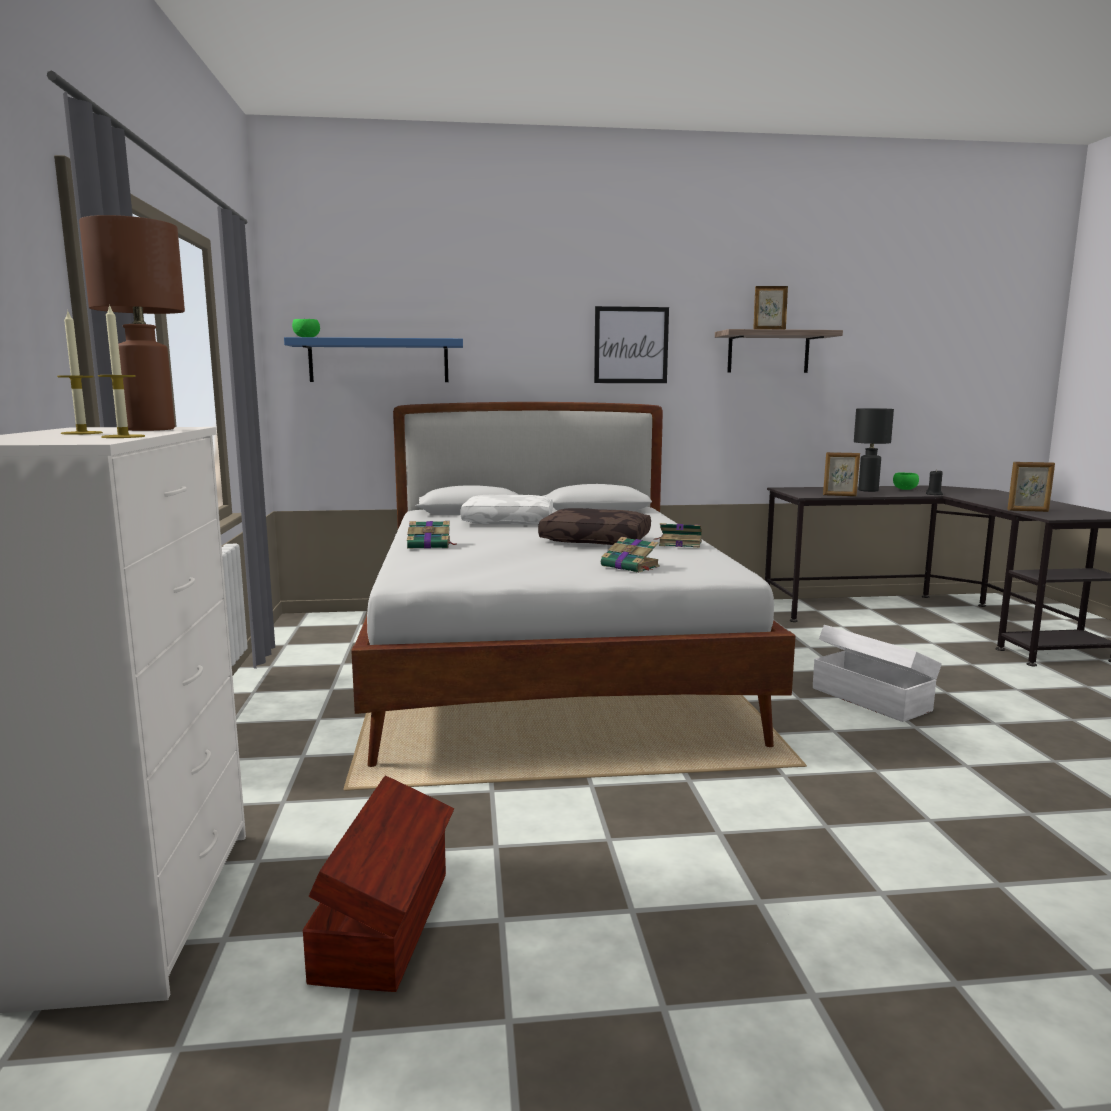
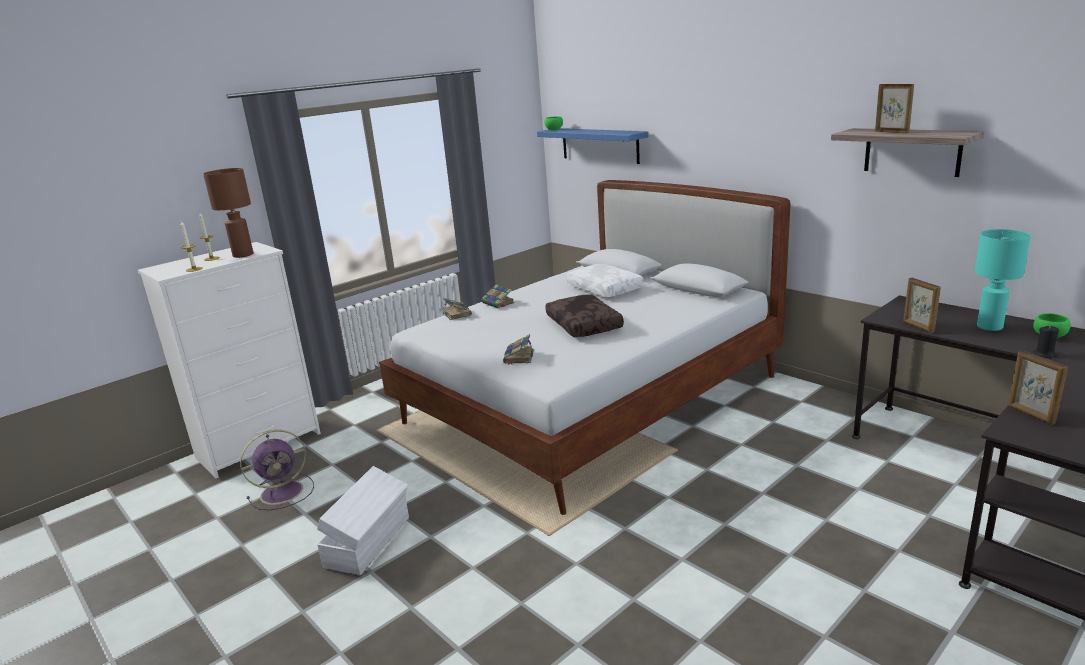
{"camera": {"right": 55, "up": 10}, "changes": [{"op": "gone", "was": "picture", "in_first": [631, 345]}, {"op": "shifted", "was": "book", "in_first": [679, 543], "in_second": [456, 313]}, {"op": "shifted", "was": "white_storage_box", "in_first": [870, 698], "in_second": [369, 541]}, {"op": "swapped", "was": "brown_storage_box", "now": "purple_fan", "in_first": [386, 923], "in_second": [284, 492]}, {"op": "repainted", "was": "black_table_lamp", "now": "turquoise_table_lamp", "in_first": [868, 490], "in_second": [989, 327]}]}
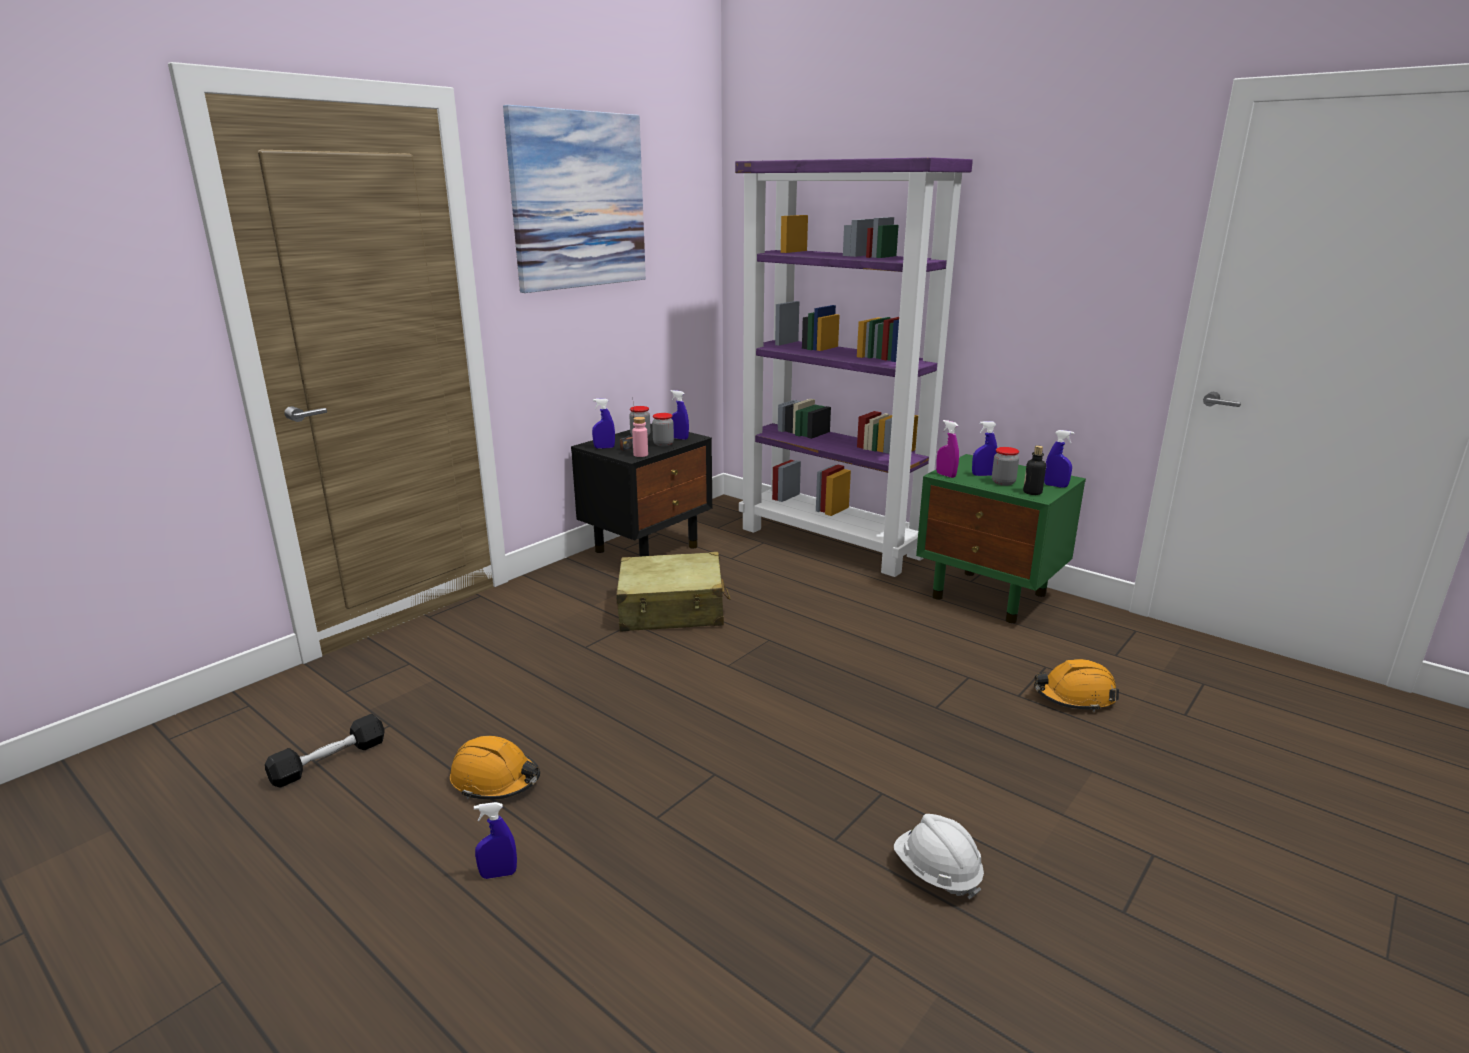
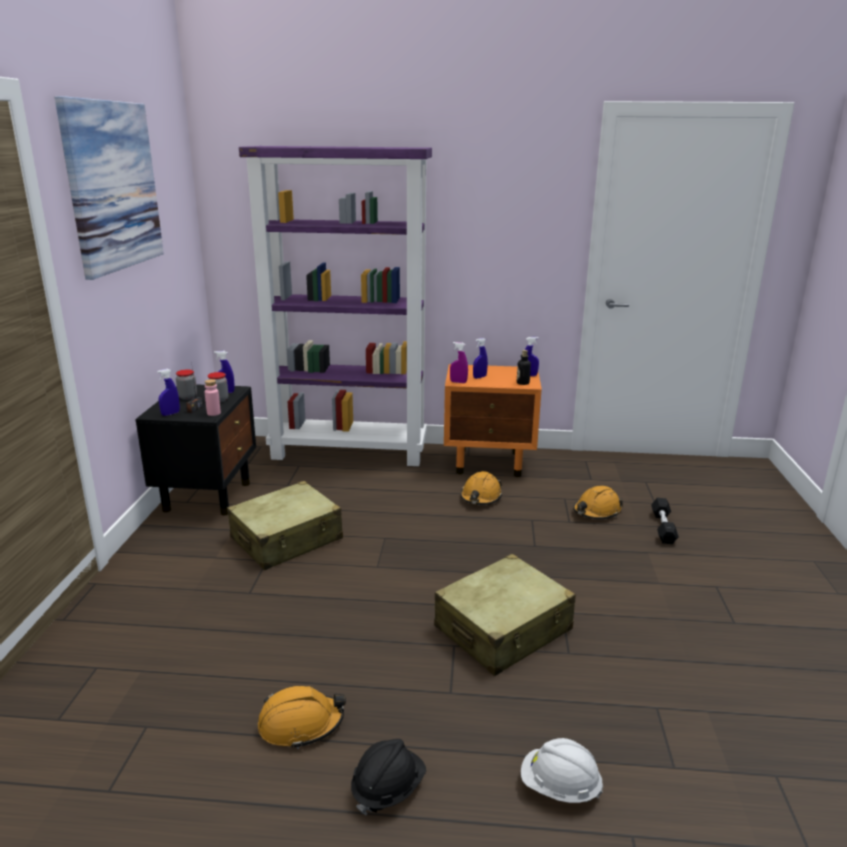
{"camera": {"right": -35, "up": 0}, "changes": [{"op": "gone", "was": "jar", "in_first": [1003, 482]}, {"op": "new", "now": "beige_suitcase", "in_second": [503, 629]}, {"op": "new", "now": "orange_hard_hat", "in_second": [481, 497]}, {"op": "shifted", "was": "black_dumbbell", "in_first": [329, 761], "in_second": [663, 528]}, {"op": "shifted", "was": "white_hard_hat", "in_first": [936, 873], "in_second": [559, 787]}, {"op": "swapped", "was": "blue_spray_bottle", "now": "black_hard_hat", "in_first": [498, 874], "in_second": [388, 789]}, {"op": "repainted", "was": "green_nightstand", "now": "orange_nightstand", "in_first": [990, 596], "in_second": [490, 462]}]}
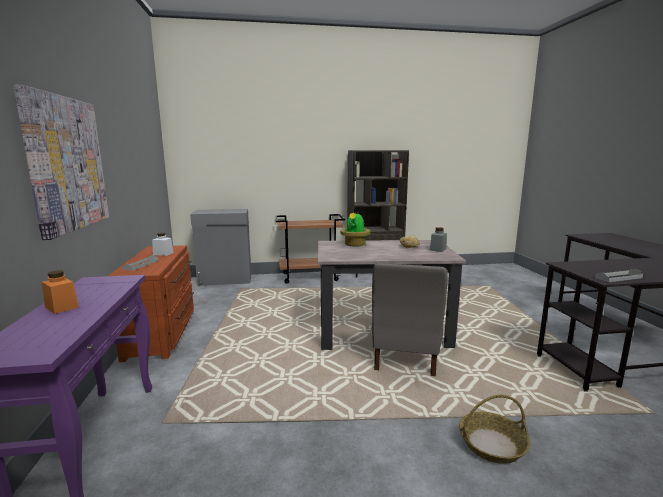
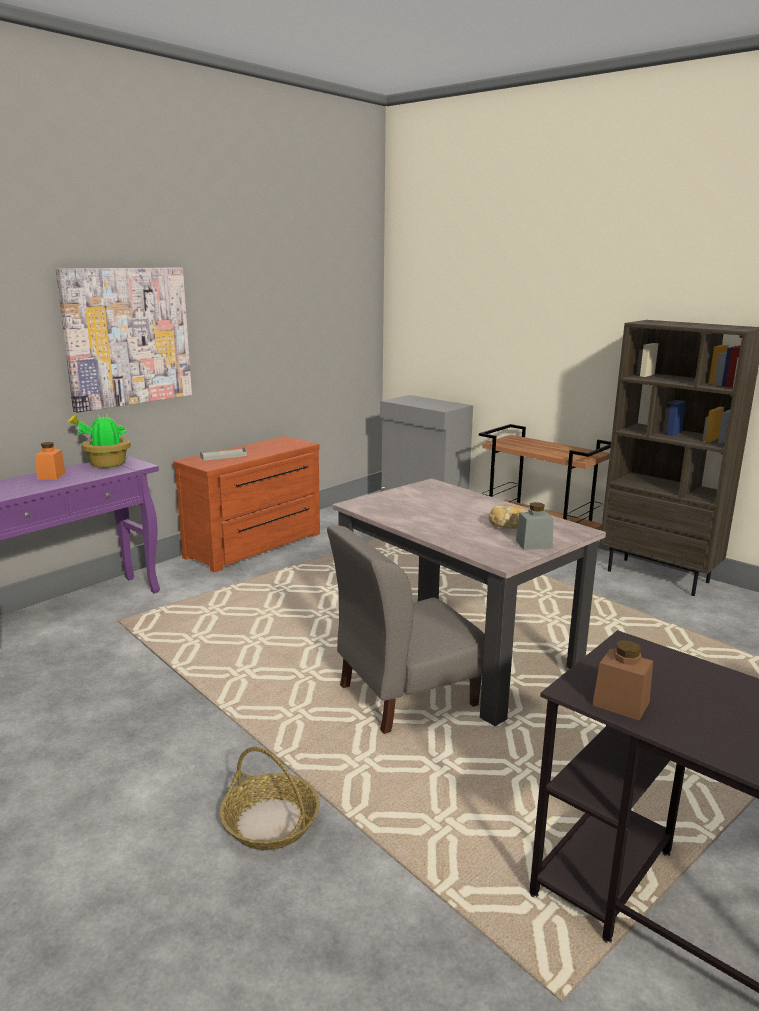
{"camera": {"right": 50, "up": 5}, "changes": [{"op": "gone", "was": "white_jar", "in_first": [163, 253]}, {"op": "shifted", "was": "potted_plant", "in_first": [354, 245], "in_second": [106, 464]}, {"op": "swapped", "was": "grey_tray", "now": "brown_jar", "in_first": [618, 278], "in_second": [620, 703]}]}
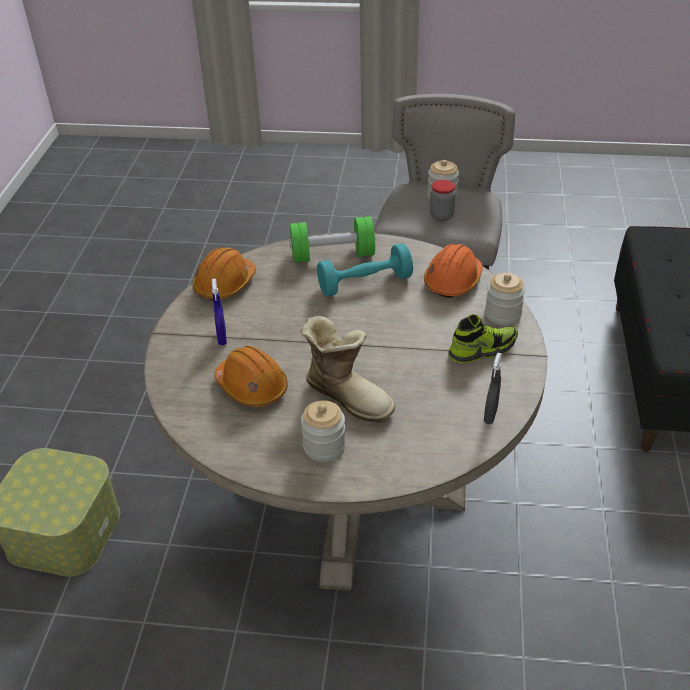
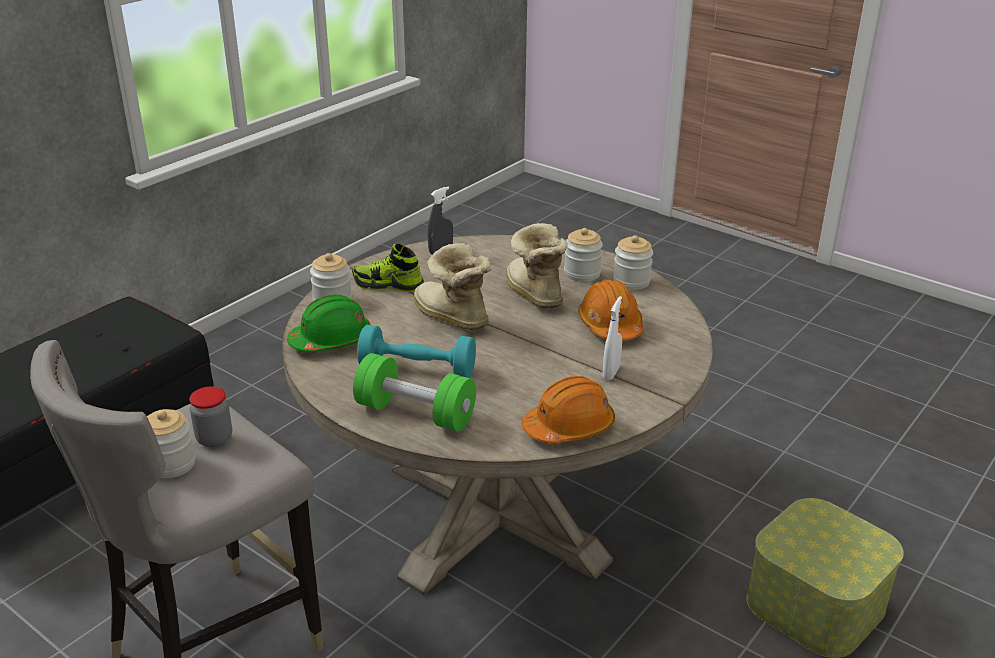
{"camera": {"right": -150, "up": -10}, "changes": [{"op": "new", "now": "boot", "in_second": [450, 317]}, {"op": "new", "now": "jar", "in_second": [631, 281]}, {"op": "repainted", "was": "blue_spray_bottle", "now": "white_spray_bottle", "in_first": [222, 338], "in_second": [611, 373]}, {"op": "repainted", "was": "orange_hard_hat", "now": "green_hard_hat", "in_first": [453, 281], "in_second": [331, 340]}]}
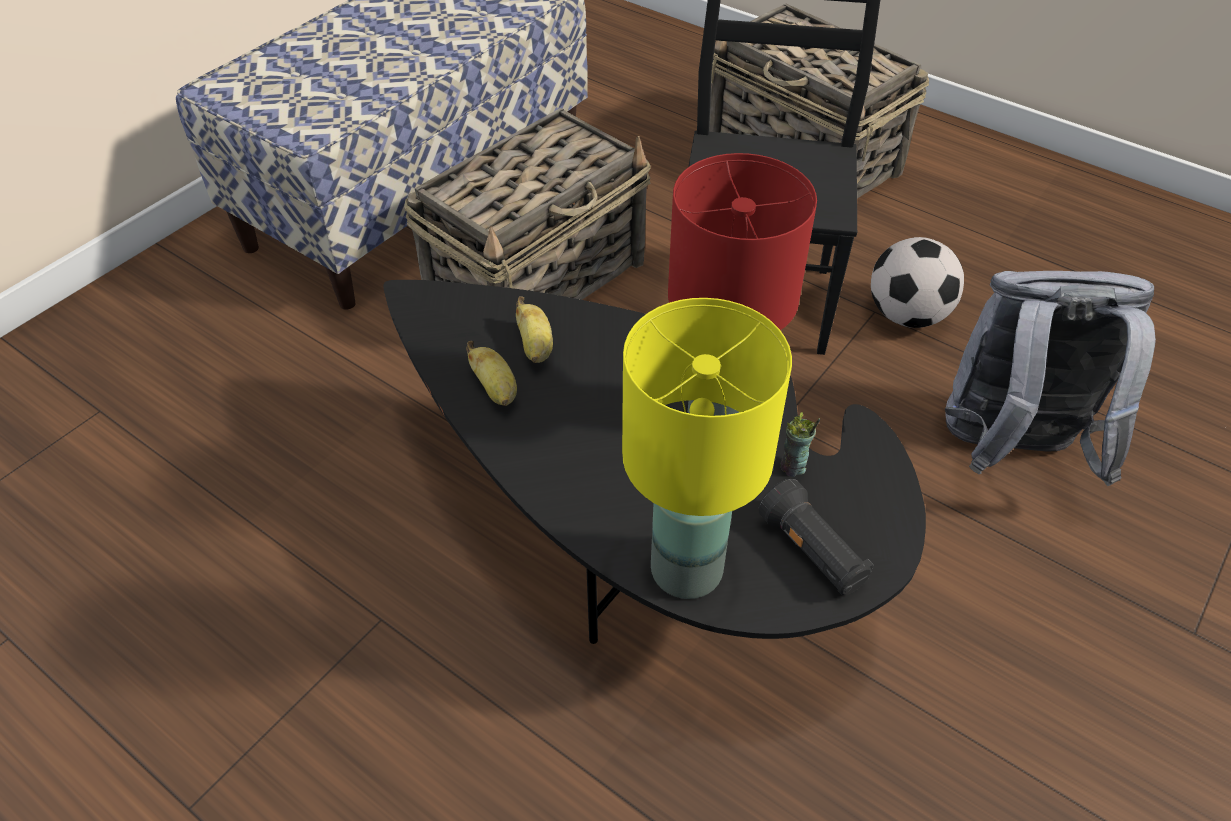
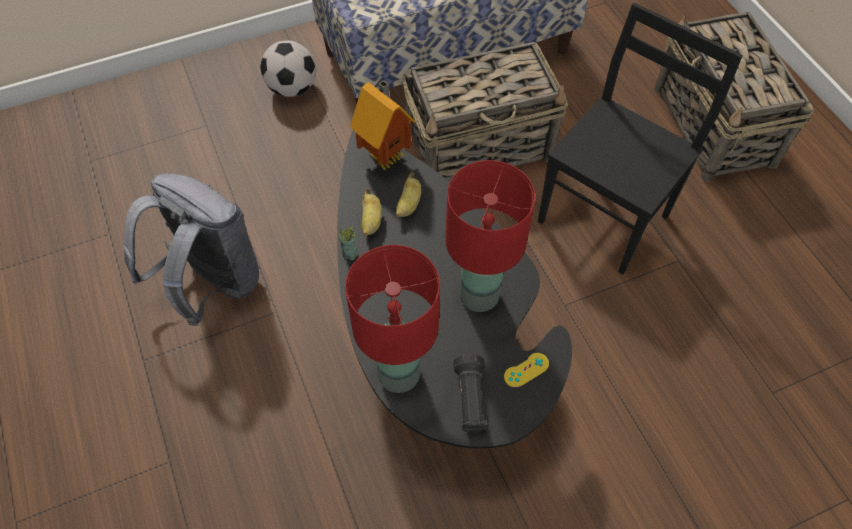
{"camera": {"right": 30, "up": 10}, "changes": [{"op": "new", "now": "toy_house", "in_second": [386, 156]}, {"op": "new", "now": "yellow_game_controller", "in_second": [526, 370]}, {"op": "shifted", "was": "cup", "in_first": [793, 467], "in_second": [349, 254]}, {"op": "shifted", "was": "football", "in_first": [907, 315], "in_second": [292, 88]}, {"op": "shifted", "was": "grey_backpack", "in_first": [1009, 450], "in_second": [212, 284]}, {"op": "repainted", "was": "yellow_table_lamp", "now": "red_table_lamp", "in_first": [684, 569], "in_second": [397, 373]}]}
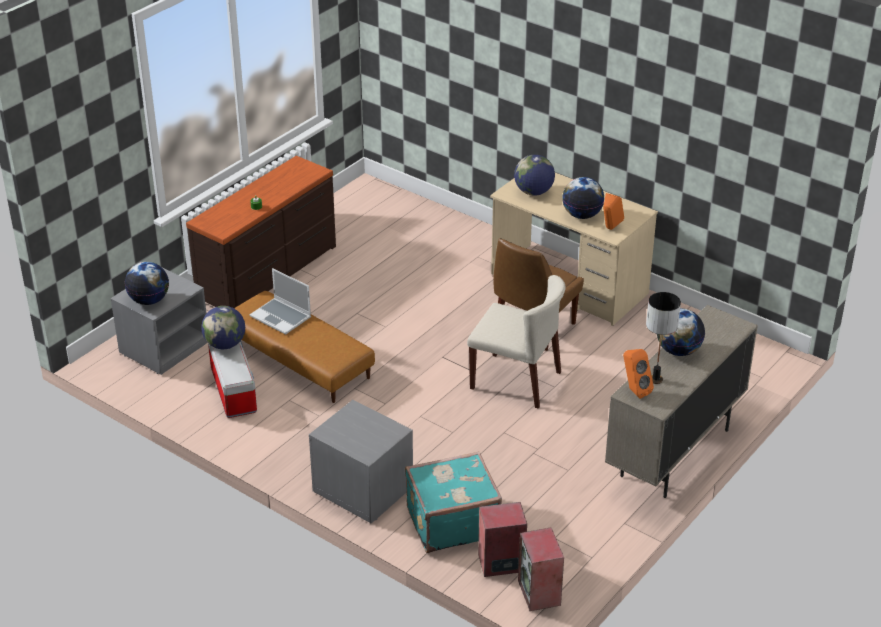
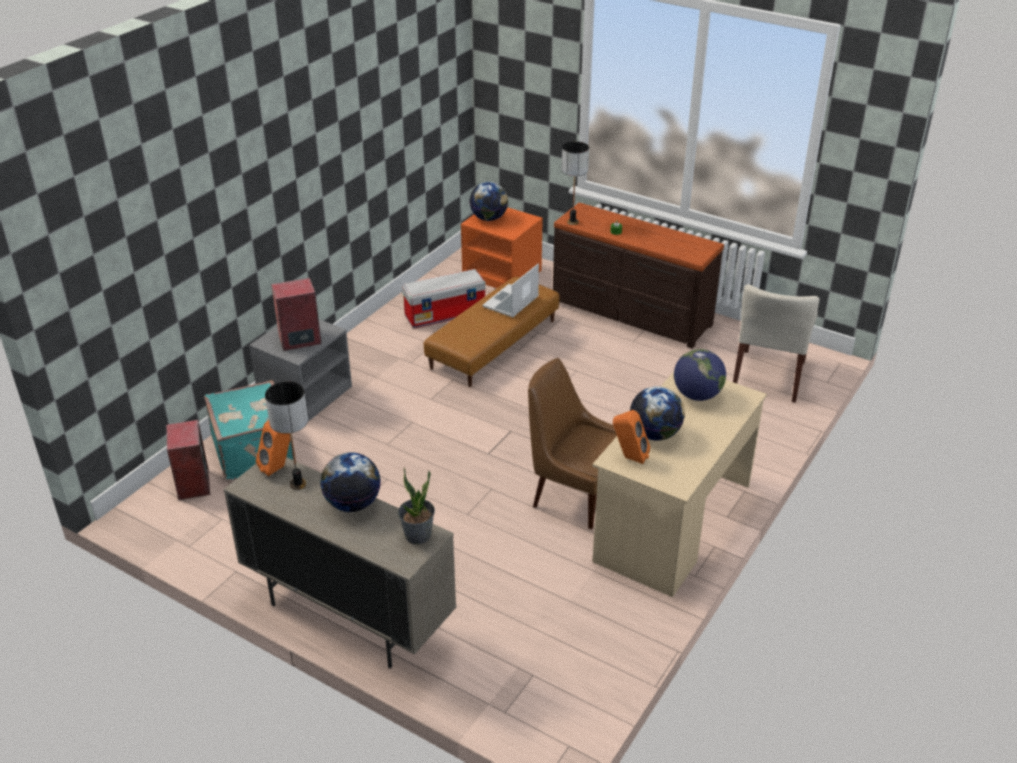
{"camera": {"right": 85, "up": 0}, "changes": [{"op": "gone", "was": "globe", "in_first": [225, 344]}, {"op": "new", "now": "potted_plant", "in_second": [418, 535]}, {"op": "new", "now": "table_lamp", "in_second": [573, 222]}, {"op": "shifted", "was": "beige_chair", "in_first": [516, 380], "in_second": [769, 376]}, {"op": "shifted", "was": "speaker", "in_first": [540, 593], "in_second": [299, 340]}, {"op": "repainted", "was": "grey_nightstand", "now": "orange_nightstand", "in_first": [164, 347], "in_second": [503, 274]}]}
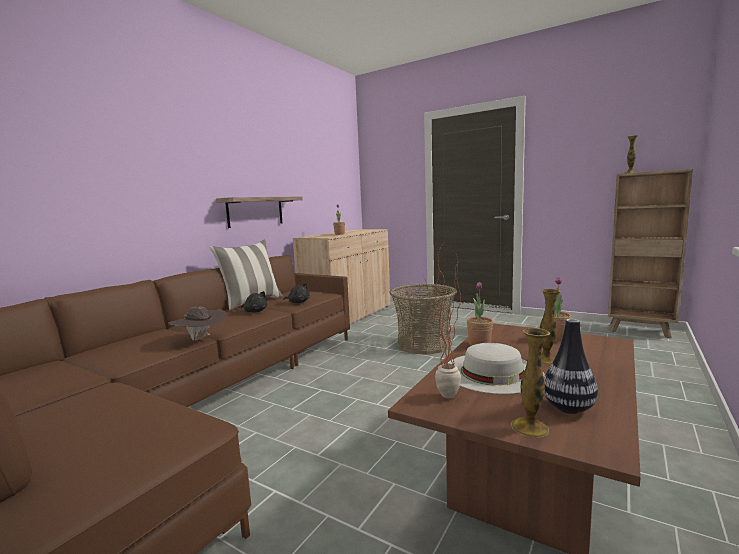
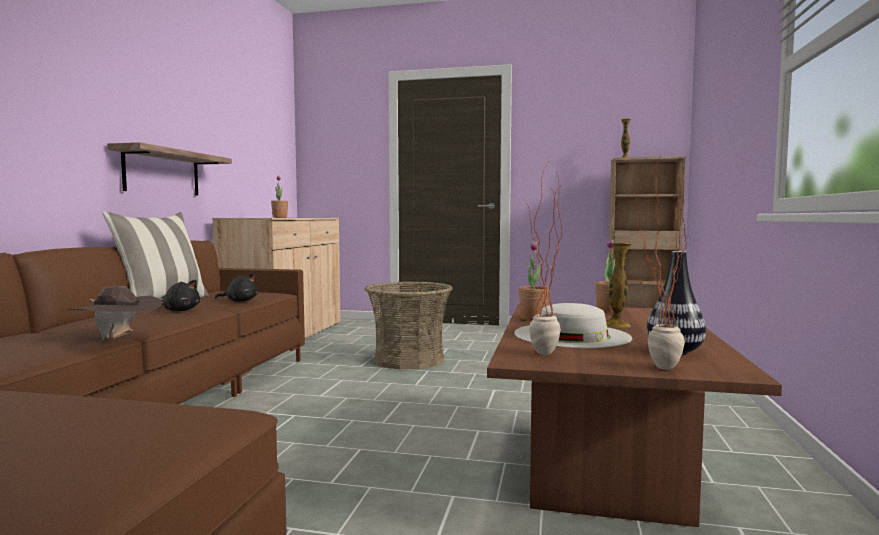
{"camera": {"right": -20, "up": -5}, "changes": [{"op": "swapped", "was": "vase", "now": "potted_plant", "in_first": [529, 427], "in_second": [653, 366]}]}
